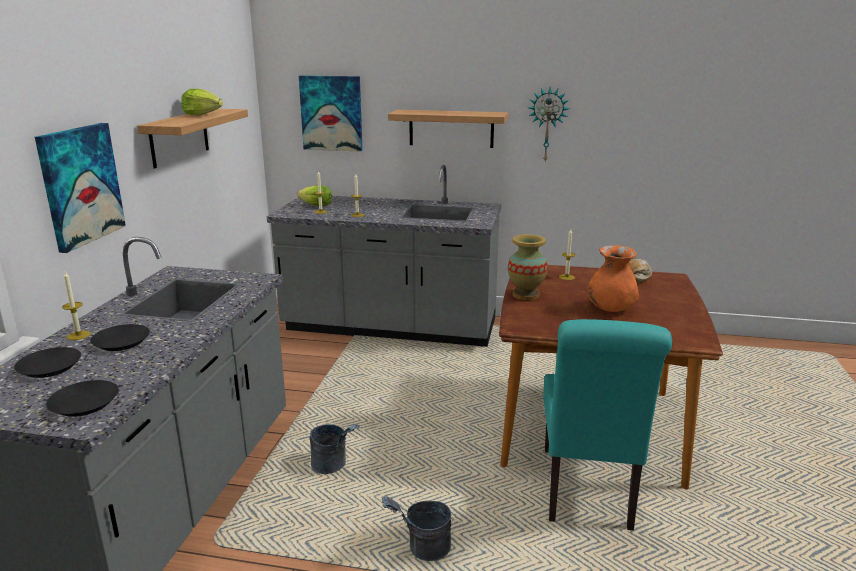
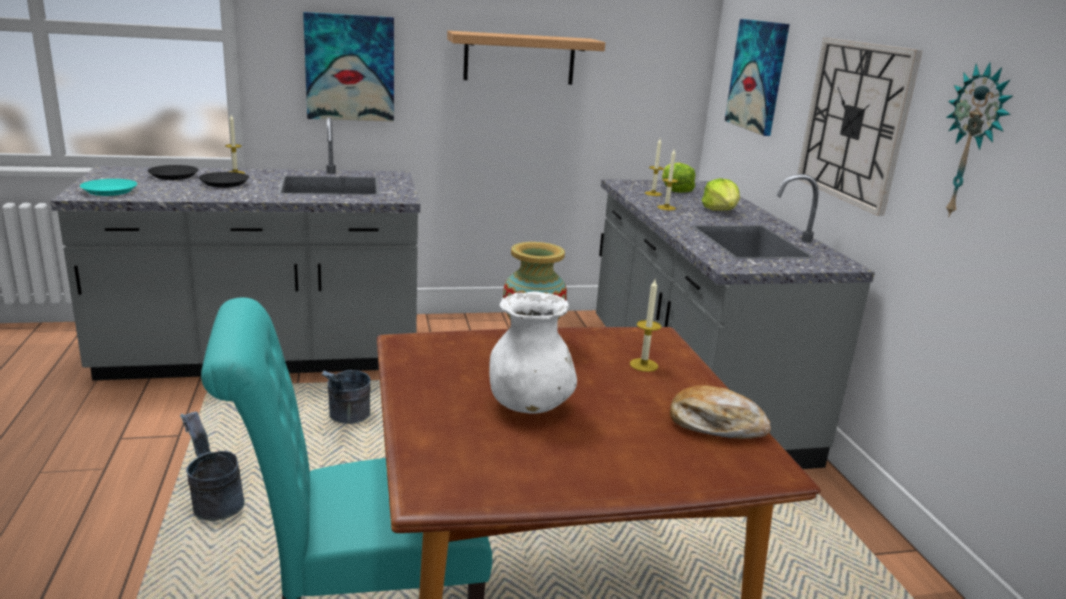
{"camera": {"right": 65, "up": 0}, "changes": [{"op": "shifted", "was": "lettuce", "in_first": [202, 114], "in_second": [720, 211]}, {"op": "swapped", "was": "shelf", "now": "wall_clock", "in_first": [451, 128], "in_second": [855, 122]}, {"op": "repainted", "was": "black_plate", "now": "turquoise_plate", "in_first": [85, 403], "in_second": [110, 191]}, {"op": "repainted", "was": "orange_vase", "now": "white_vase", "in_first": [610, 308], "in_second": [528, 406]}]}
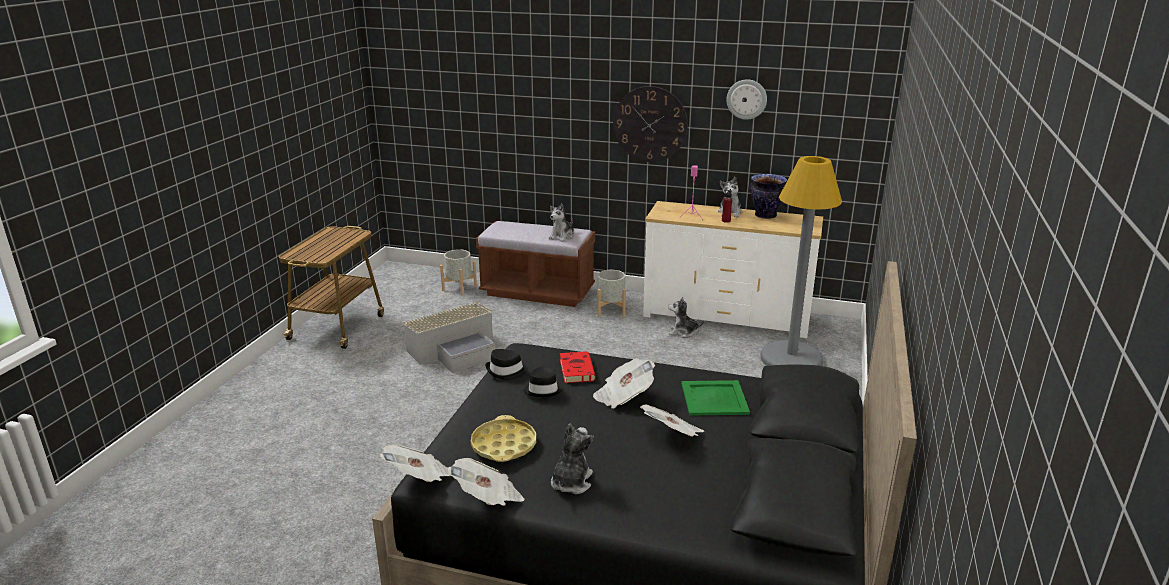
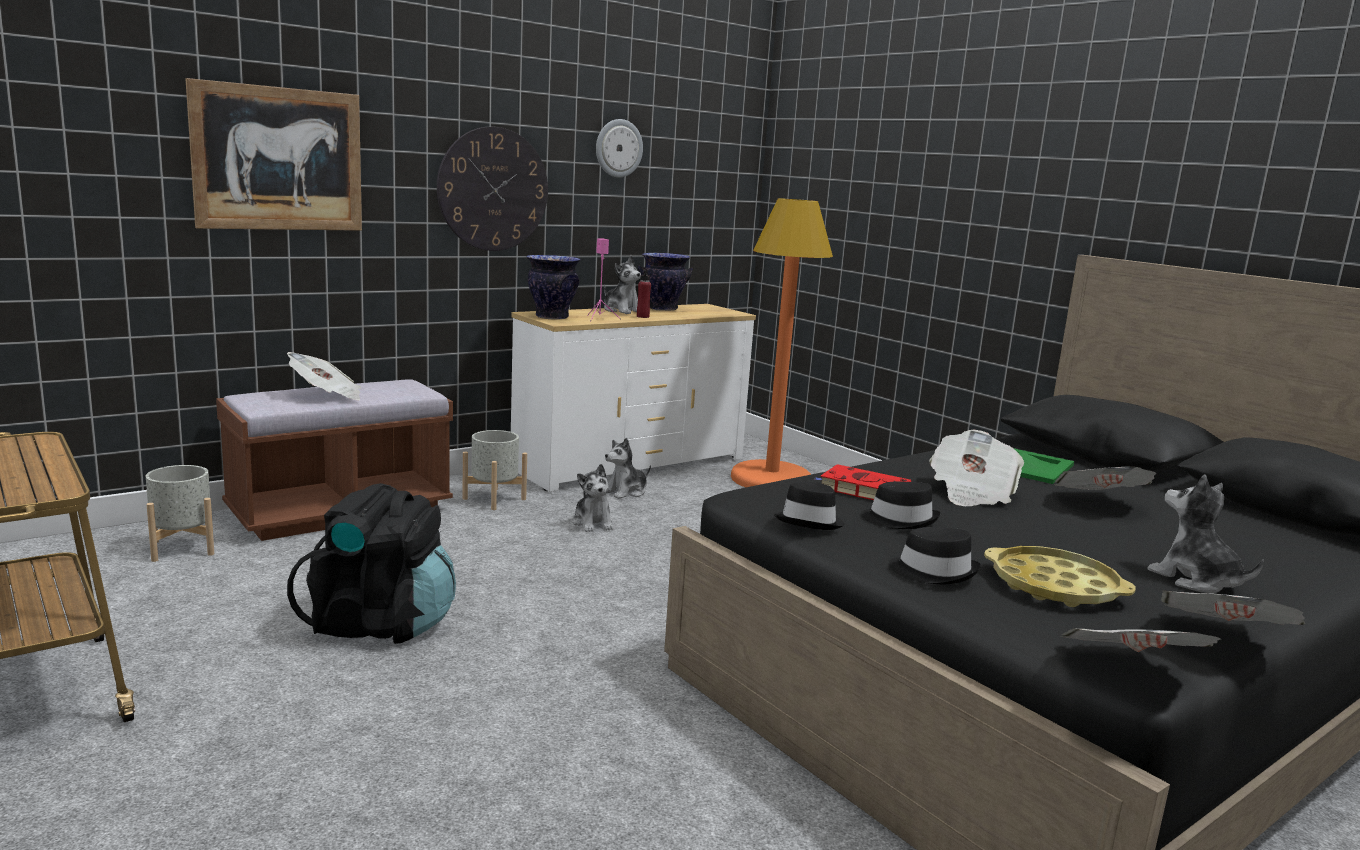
{"camera": {"right": -55, "up": -10}, "changes": [{"op": "new", "now": "picture", "in_second": [278, 159]}, {"op": "new", "now": "newspaper", "in_second": [327, 396]}, {"op": "new", "now": "vase", "in_second": [552, 317]}, {"op": "new", "now": "black_hat", "in_second": [933, 572]}, {"op": "shifted", "was": "plush_toy", "in_first": [562, 236], "in_second": [593, 523]}, {"op": "swapped", "was": "grey_storage_box", "now": "black_backpack", "in_first": [456, 350], "in_second": [380, 624]}, {"op": "repainted", "was": "grey_floor_lamp", "now": "orange_floor_lamp", "in_first": [791, 359], "in_second": [771, 479]}]}
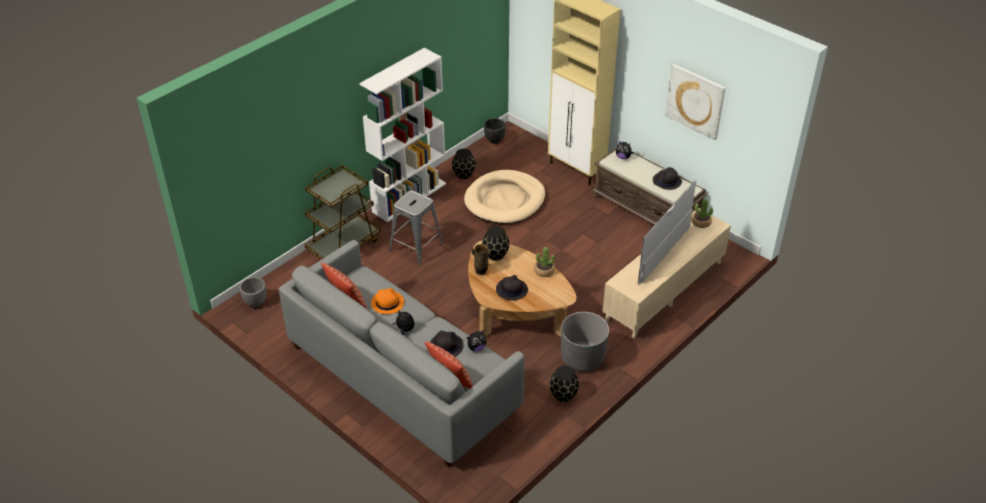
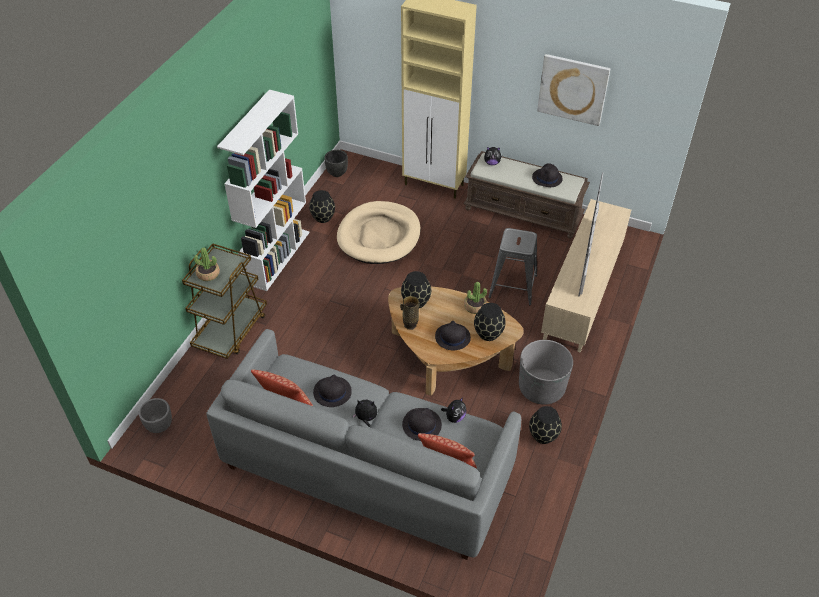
{"camera": {"right": -20, "up": 5}, "changes": [{"op": "new", "now": "black_vase", "in_second": [488, 333]}, {"op": "shifted", "was": "grey_stool", "in_first": [416, 247], "in_second": [513, 286]}, {"op": "shifted", "was": "potted_plant", "in_first": [701, 222], "in_second": [208, 274]}, {"op": "repainted", "was": "orange_hat", "now": "black_hat", "in_first": [387, 303], "in_second": [332, 392]}]}
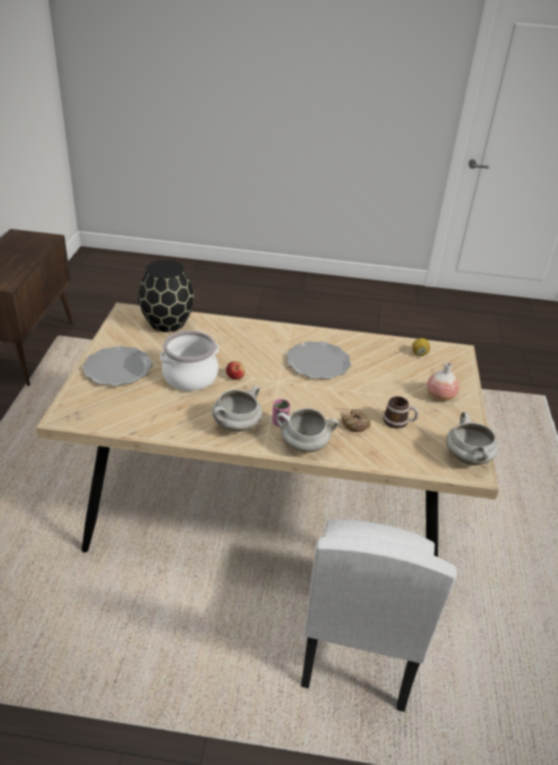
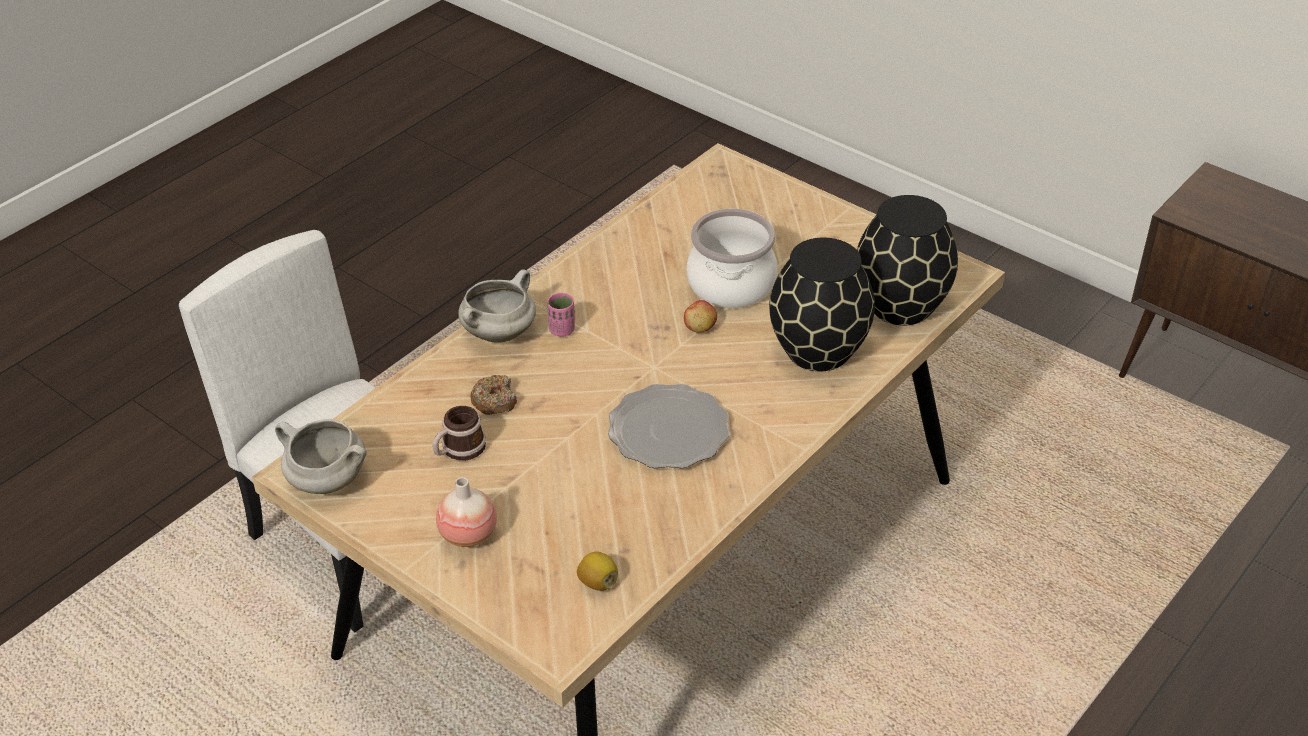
{"camera": {"right": 125, "up": 5}, "changes": [{"op": "gone", "was": "plate", "in_first": [118, 368]}, {"op": "gone", "was": "white_cooking_pot", "in_first": [236, 426]}, {"op": "new", "now": "black_vase", "in_second": [817, 351]}]}
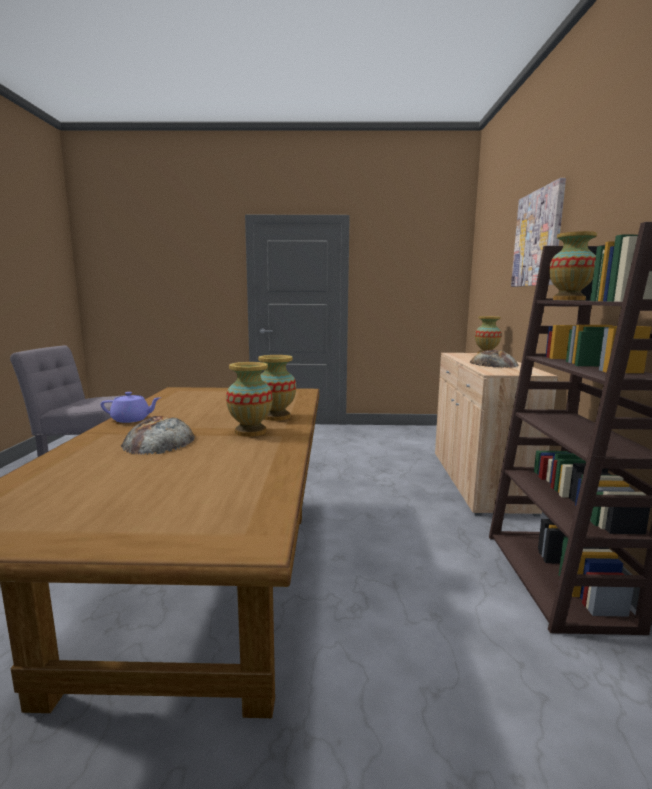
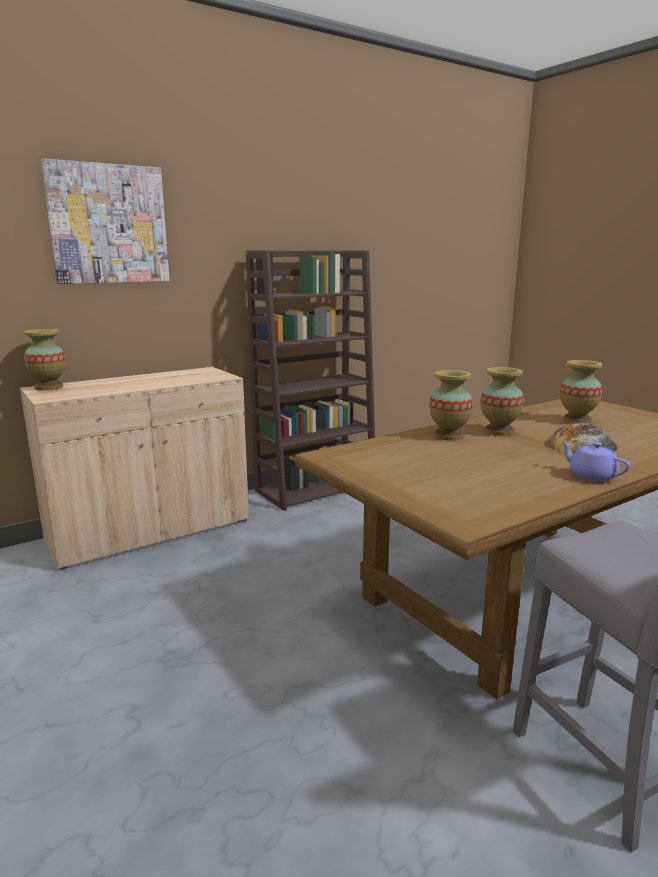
{"camera": {"right": -125, "up": 5}, "changes": [{"op": "gone", "was": "bread", "in_first": [493, 364]}, {"op": "shifted", "was": "vase", "in_first": [568, 300], "in_second": [576, 420]}]}
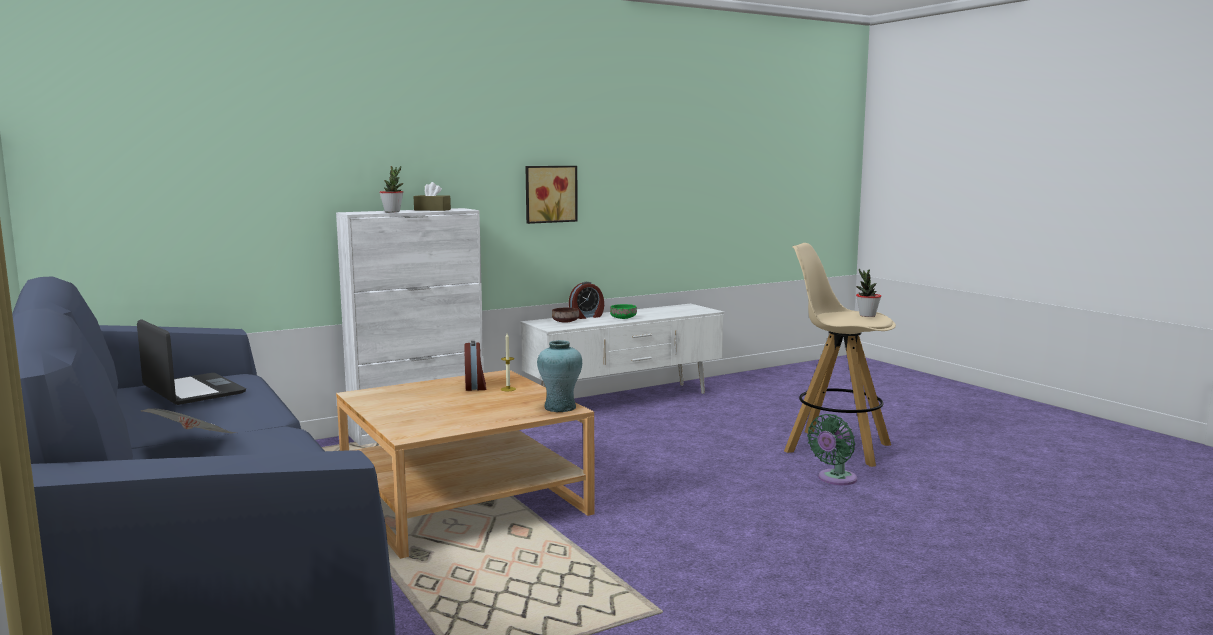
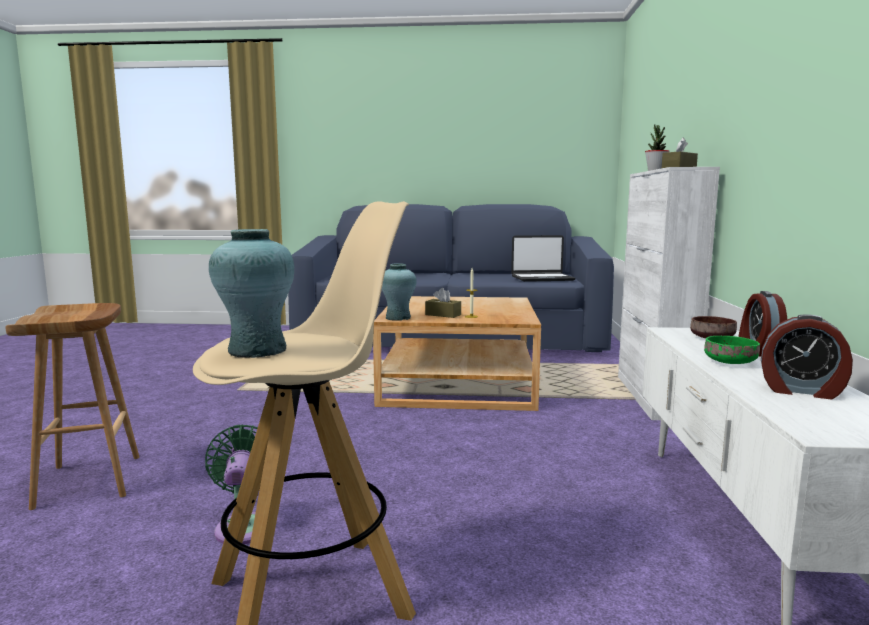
{"camera": {"right": 125, "up": 0}, "changes": [{"op": "gone", "was": "newspaper", "in_first": [193, 443]}, {"op": "gone", "was": "picture", "in_first": [550, 194]}, {"op": "new", "now": "brown_stool", "in_second": [90, 481]}, {"op": "new", "now": "brown_tissue_box", "in_second": [443, 315]}, {"op": "shifted", "was": "alarm_clock", "in_first": [475, 386], "in_second": [801, 391]}, {"op": "swapped", "was": "potted_plant", "now": "turquoise_vase", "in_first": [867, 315], "in_second": [257, 350]}]}
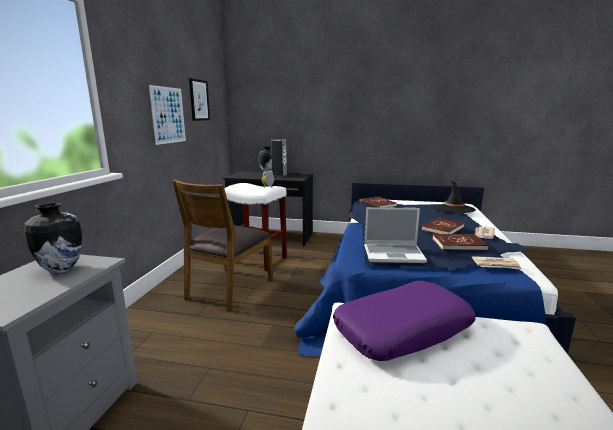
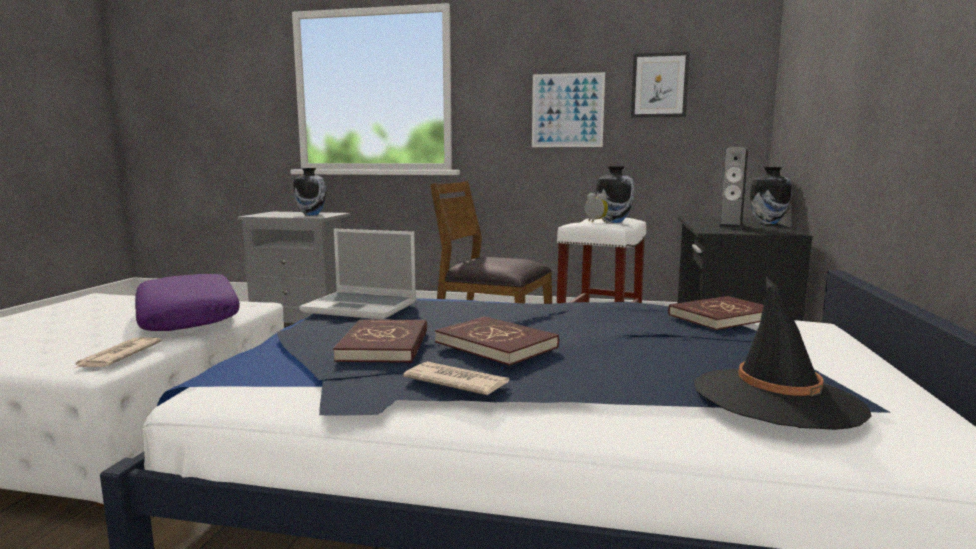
{"camera": {"right": 90, "up": -5}, "changes": [{"op": "new", "now": "vase", "in_second": [613, 222]}, {"op": "shifted", "was": "newspaper", "in_first": [496, 265], "in_second": [118, 356]}, {"op": "rotated", "was": "laptop", "in_first": [394, 254], "in_second": [362, 307], "clockwise": -75}]}
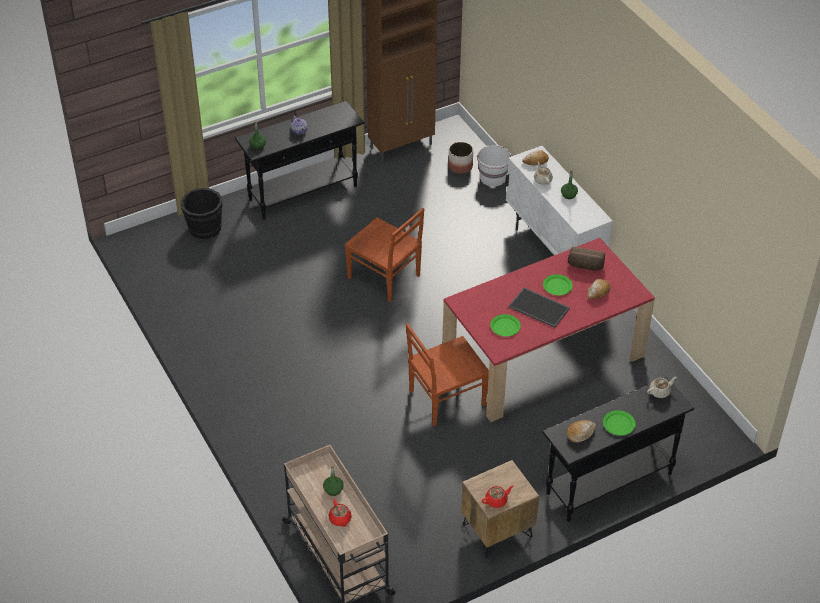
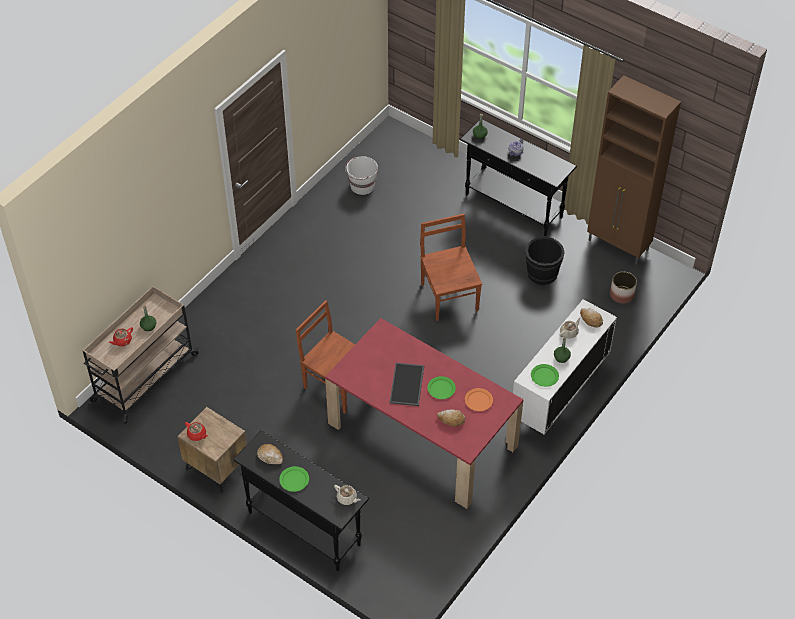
{"camera": {"right": 65, "up": 5}, "changes": [{"op": "shifted", "was": "black_bucket", "in_first": [204, 228], "in_second": [542, 273]}, {"op": "shifted", "was": "white_bucket", "in_first": [493, 178], "in_second": [362, 186]}, {"op": "shifted", "was": "green_plate", "in_first": [505, 326], "in_second": [544, 376]}, {"op": "swapped", "was": "bread", "now": "orange_plate", "in_first": [585, 266], "in_second": [478, 400]}, {"op": "rotated", "was": "brown_chair", "in_first": [385, 278], "in_second": [449, 295], "clockwise": 150}]}
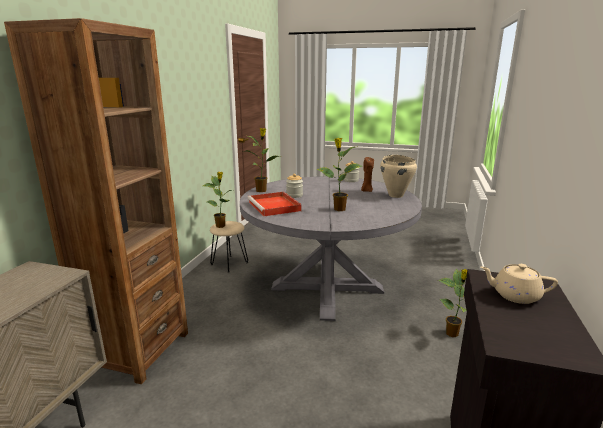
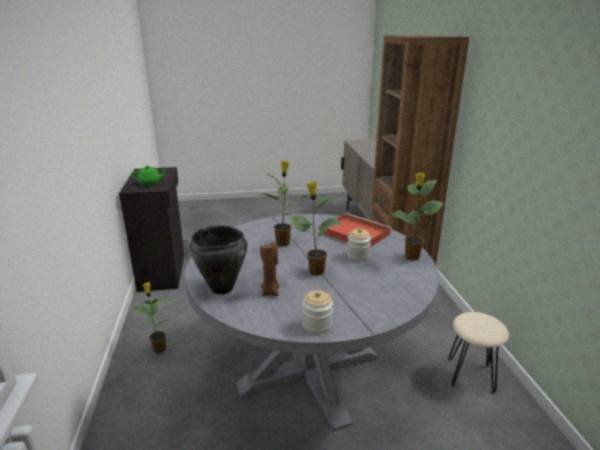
{"camera": {"right": 155, "up": 5}, "changes": [{"op": "shifted", "was": "potted_plant", "in_first": [221, 226], "in_second": [315, 271]}, {"op": "repainted", "was": "beige_cooking_pot", "now": "black_cooking_pot", "in_first": [396, 195], "in_second": [222, 289]}, {"op": "repainted", "was": "beige_teapot", "now": "green_teapot", "in_first": [514, 295], "in_second": [150, 183]}]}
